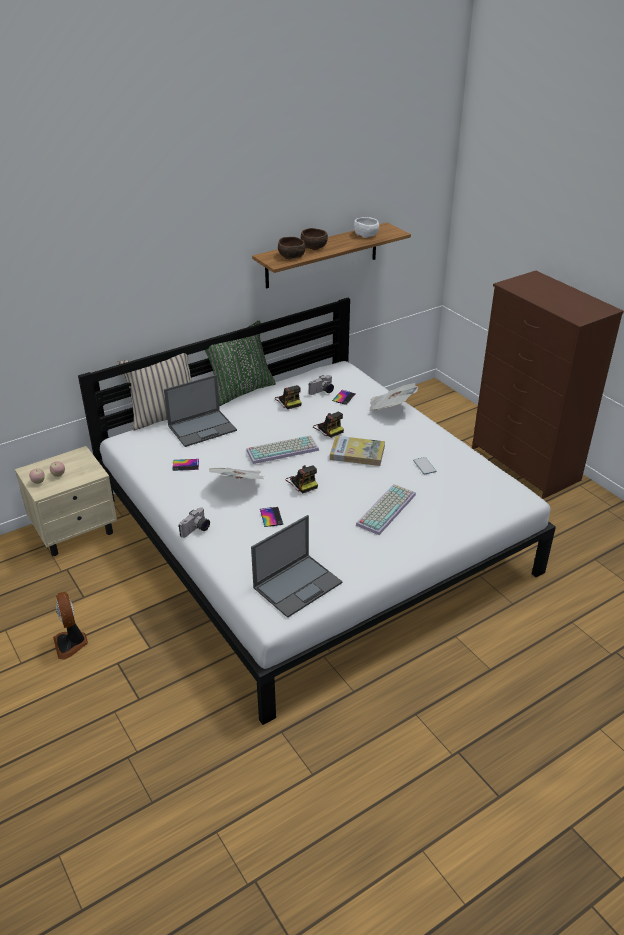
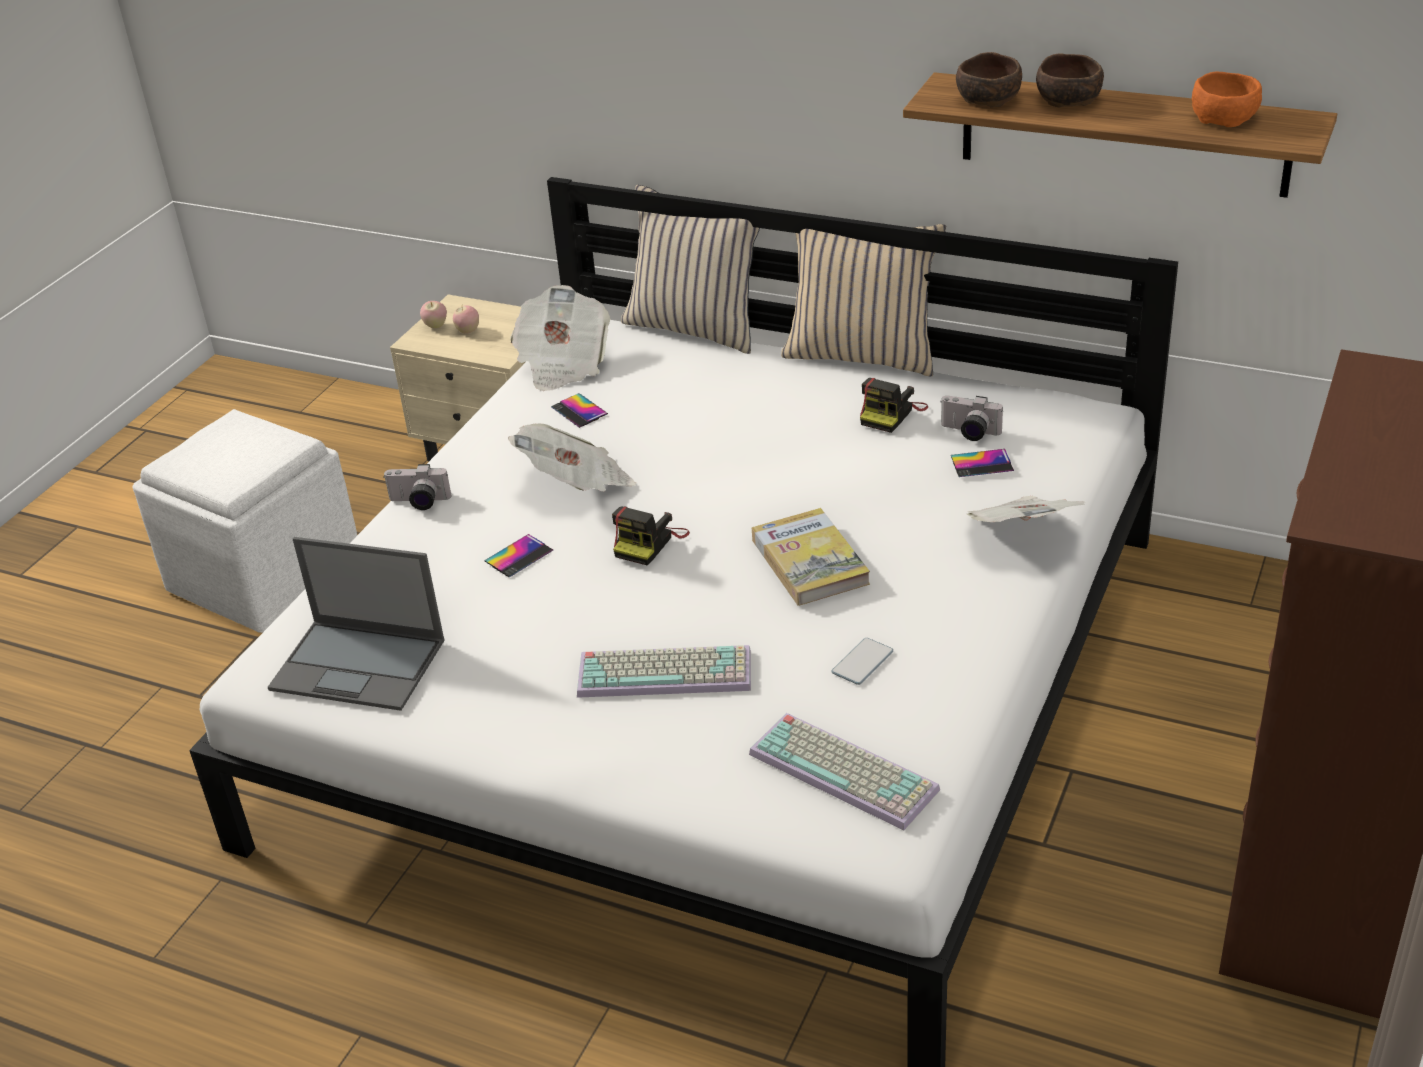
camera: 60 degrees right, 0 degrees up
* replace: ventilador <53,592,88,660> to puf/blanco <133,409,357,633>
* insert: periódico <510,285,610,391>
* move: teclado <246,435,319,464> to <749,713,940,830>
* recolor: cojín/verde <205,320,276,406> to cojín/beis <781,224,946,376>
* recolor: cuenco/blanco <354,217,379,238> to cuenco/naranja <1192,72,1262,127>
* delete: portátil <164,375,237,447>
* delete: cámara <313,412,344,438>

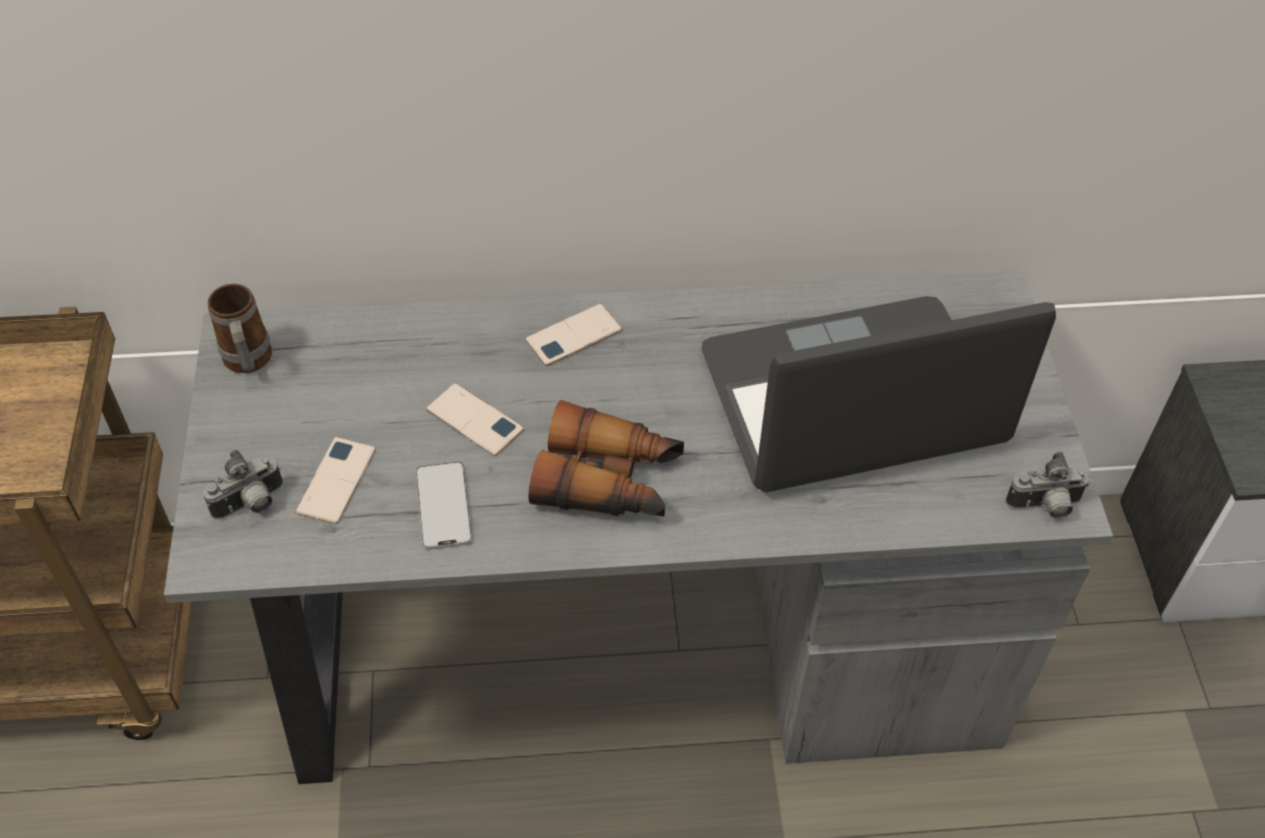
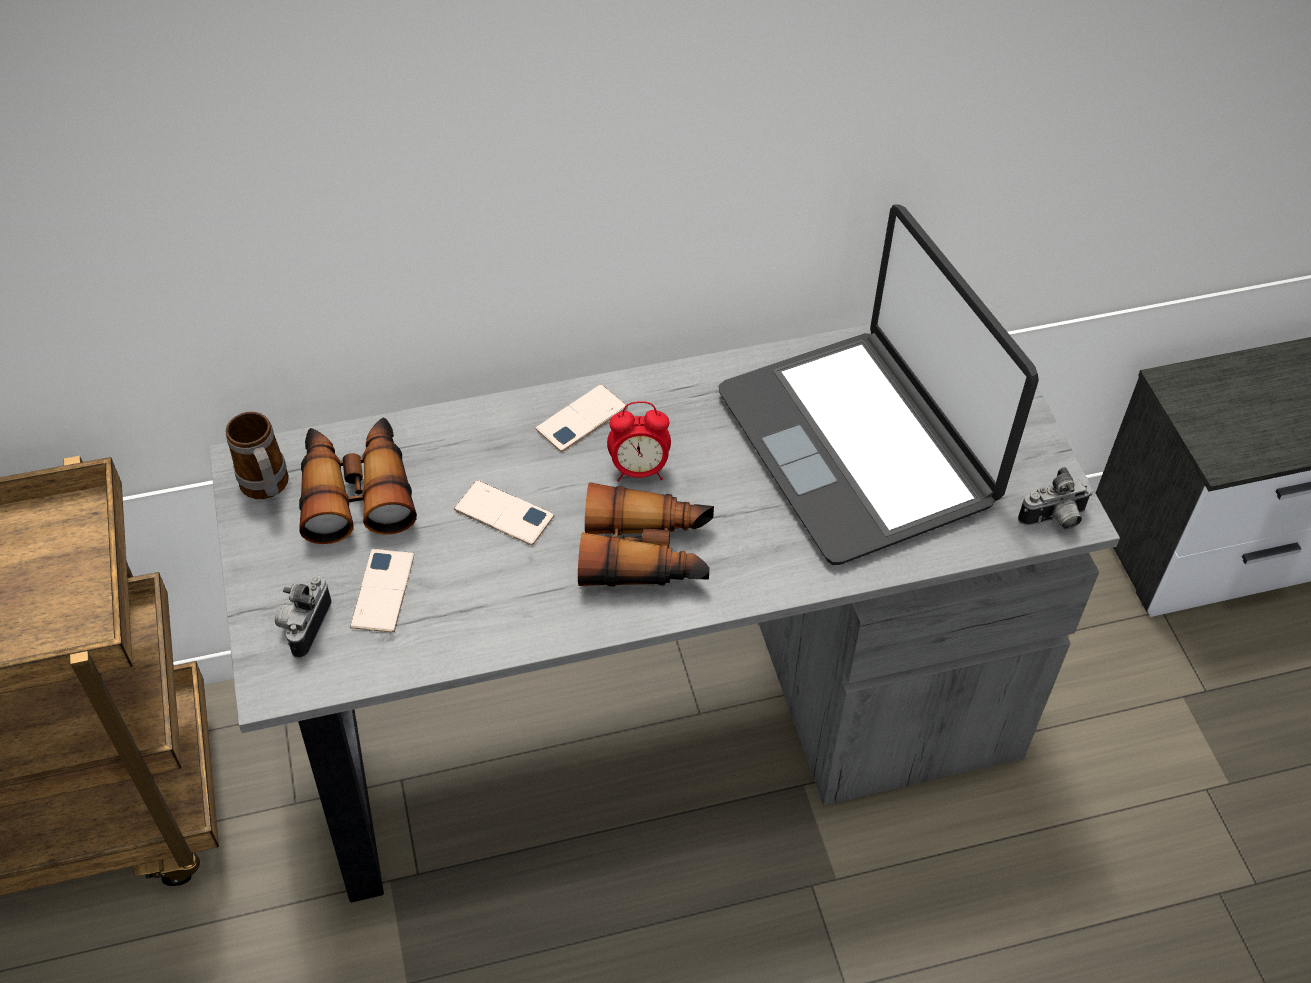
camera: 10 degrees left, 0 degrees up
* rotate: cámara <203,449,283,520> = <275,575,332,658> 150 degrees clockwise
* insert: prismáticos <299,418,417,544>
* insert: despertador <607,401,671,482>
* rotate: portátil <702,296,1056,492> = <719,204,1039,565> 90 degrees counterclockwise
* delete: móvil <416,461,472,550>

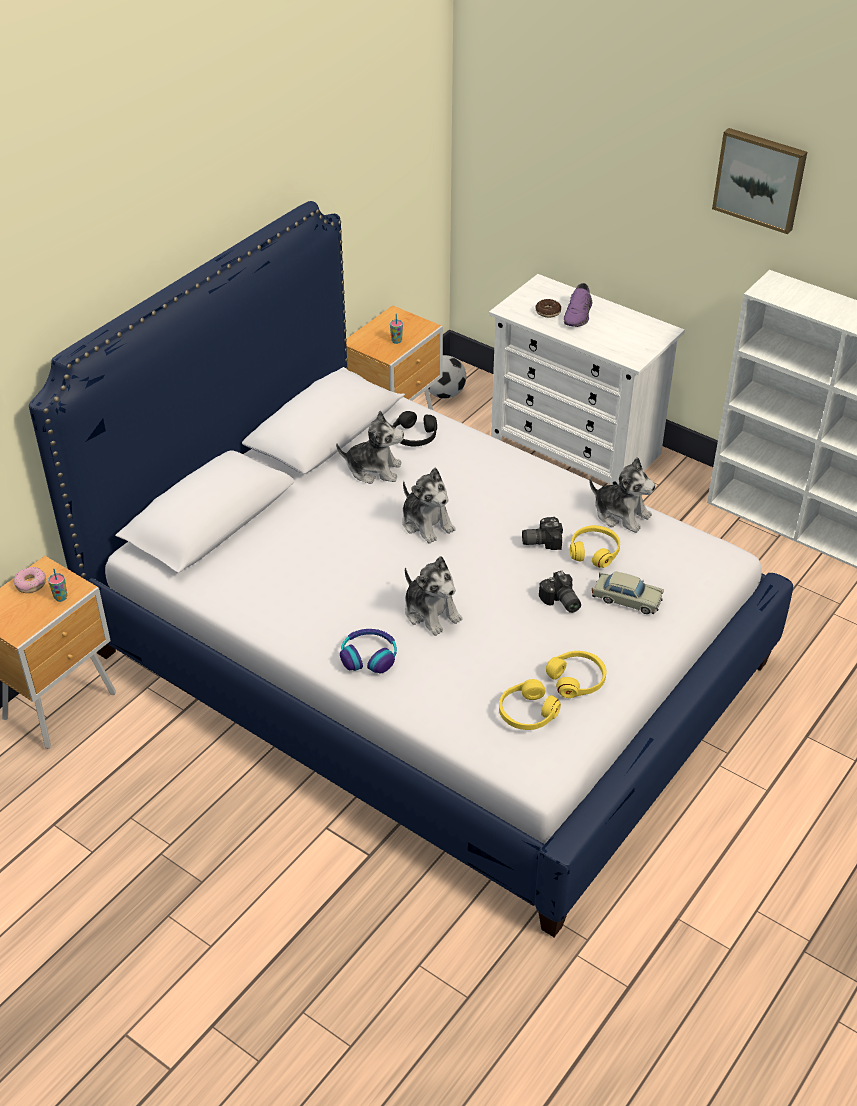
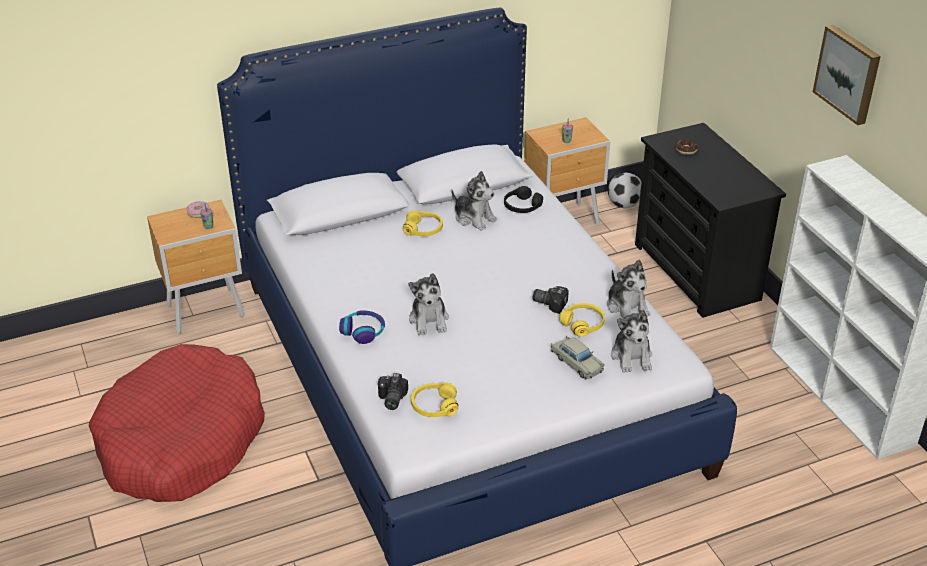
camera: 30 degrees right, 5 degrees down
* insert: cama para perro/rojo <89,344,265,502>
* move: cámara <539,571,581,613> to <378,373,408,410>
* move: auriculares/amarillo <546,651,607,698> to <403,210,443,236>
* move: peluche <402,468,456,544> to <611,310,652,373>
* recolor: cómoda/blanco <489,274,685,485> to cómoda/negro <635,123,786,318>
* delete: zapato/morado <564,283,592,327>

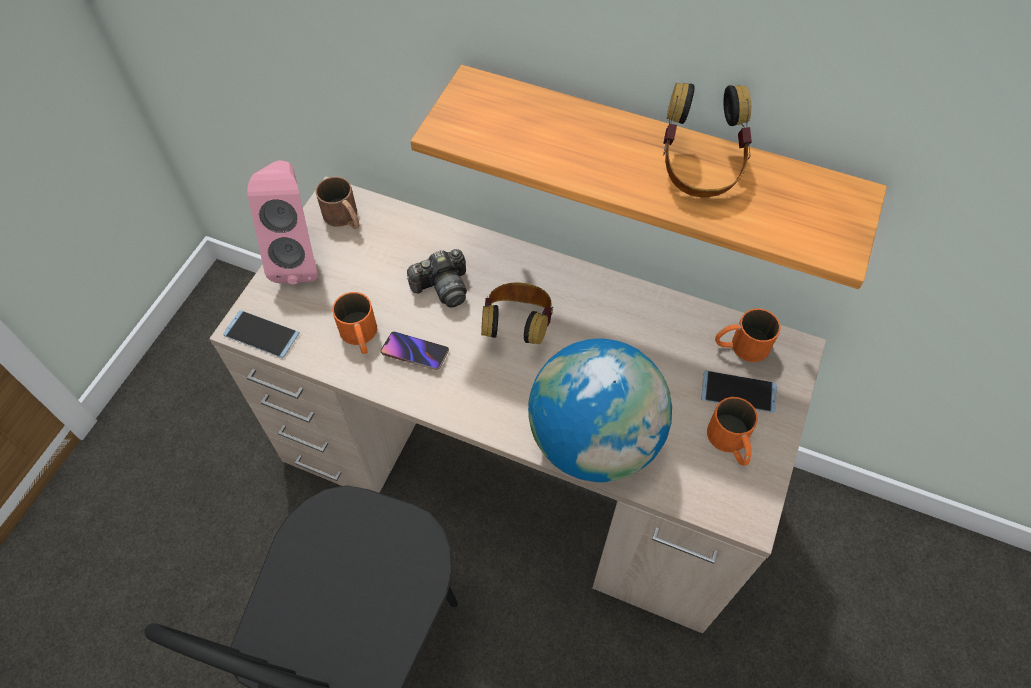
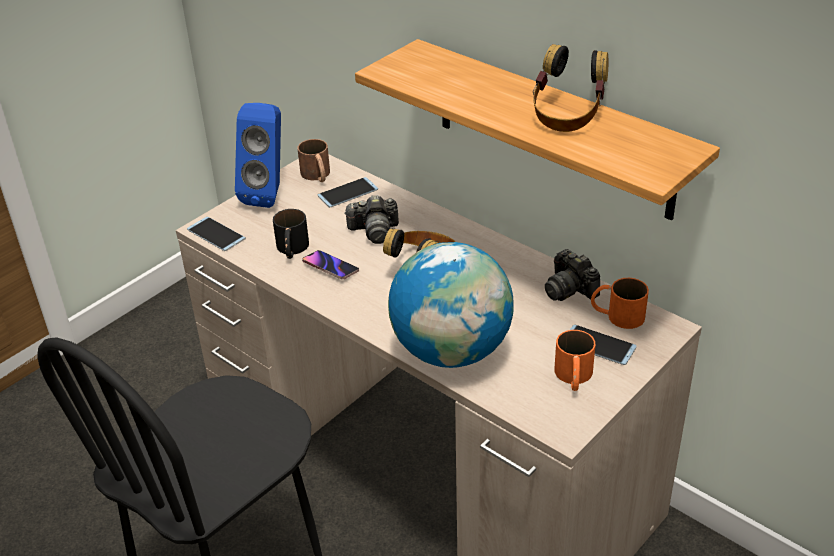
camera: 20 degrees right, 20 degrees down
* recolor: altavoz/rosa <248,160,317,284> to altavoz/azul <235,103,281,208>
* recolor: taza grande/naranja <332,292,377,354> to taza grande/negro <273,209,309,259>
* insert: móvil <318,177,378,208>
* insert: cámara <545,249,600,301>

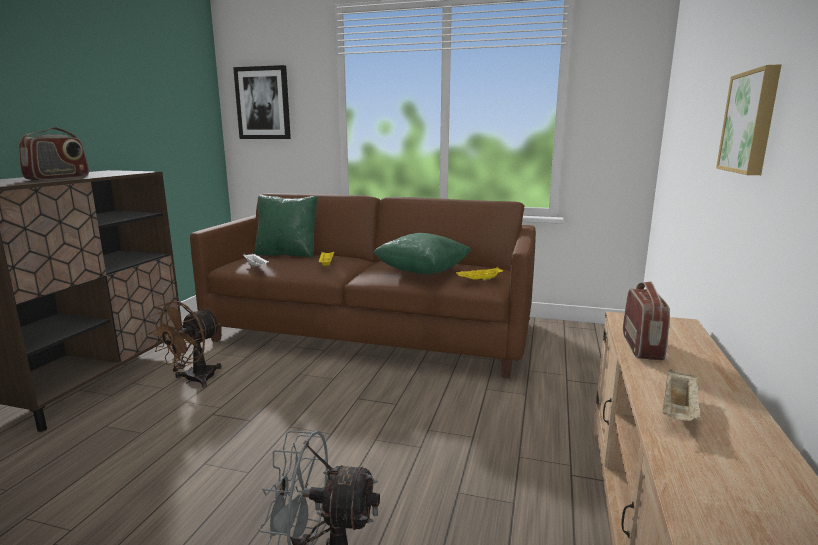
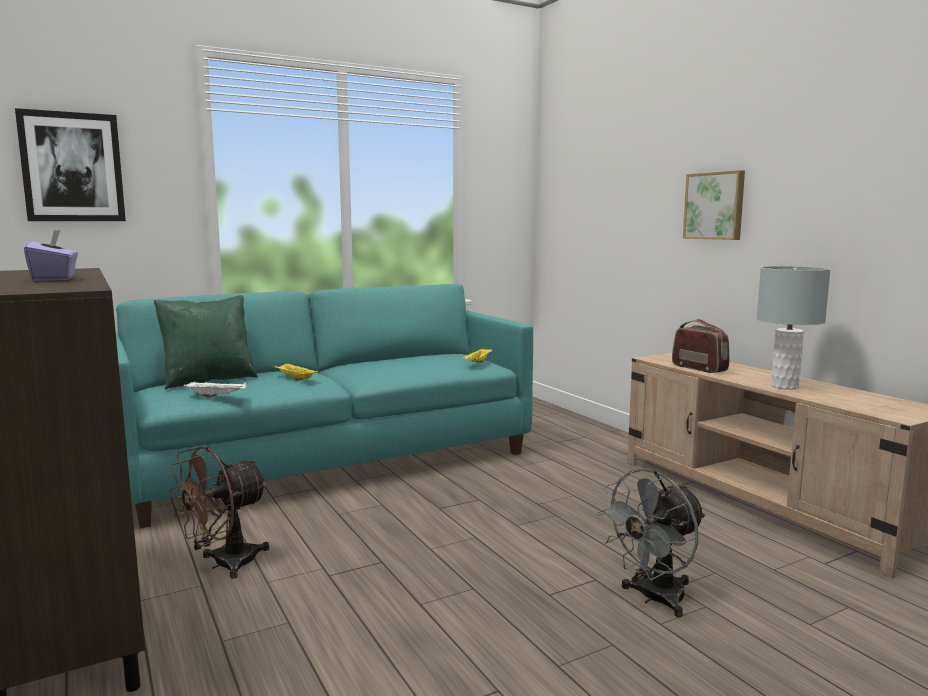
camera: 45 degrees left, 5 degrees down
* replace: radio <19,127,89,180> to caja de pañuelos/morado <24,230,78,281>
* recolor: sofá/marrón <190,193,536,378> to sofá/turquesa <116,284,533,529>
* rotate: ventilador/marrón <148,301,222,388> = <169,446,269,579> 60 degrees clockwise
* replace: bandeja/beis <662,369,701,421> to lámpara de mesa/gris <757,266,831,390>
* delete: cojín/verde <373,233,471,274>

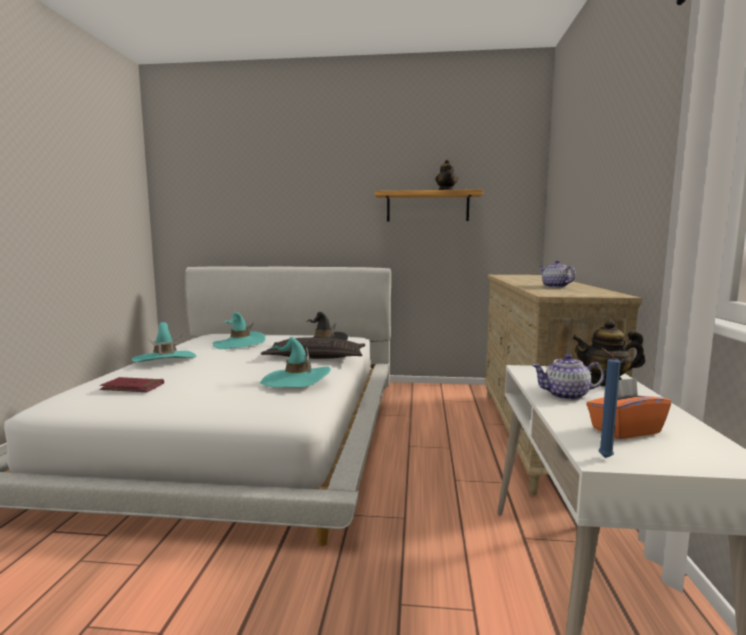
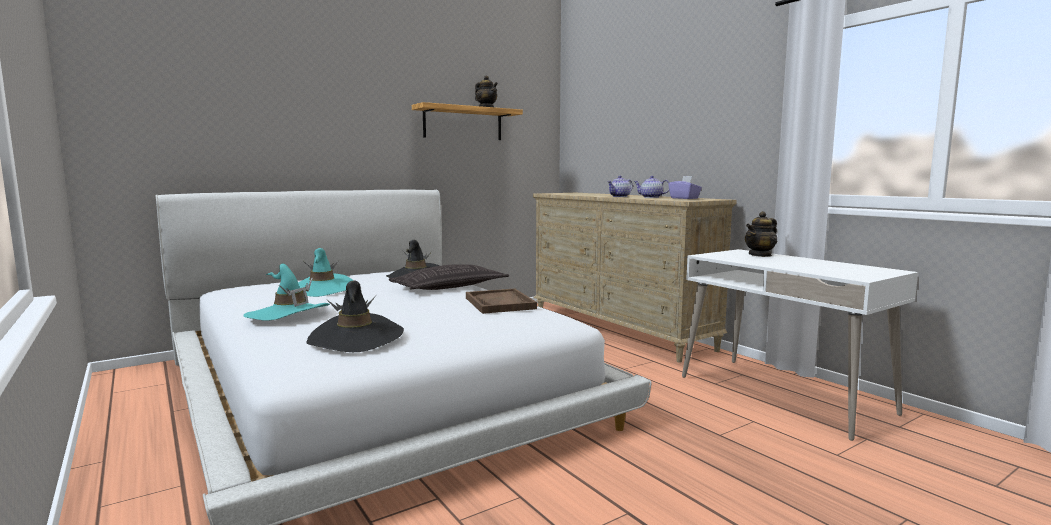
camera: 40 degrees left, 0 degrees up
* replace: libro/rojo <100,377,164,392> to sombrero/negro <307,280,404,352>
* replace: sombrero/turquesa <260,337,331,387> to bandeja/marrón <466,289,537,314>
* move: tetera <532,354,605,400> to <607,176,633,197>
* insert: caja de pañuelos/morado <668,176,702,199>
* delete: caja de pañuelos/naranja <586,378,671,439>
* delete: vela/azul <598,348,620,458>

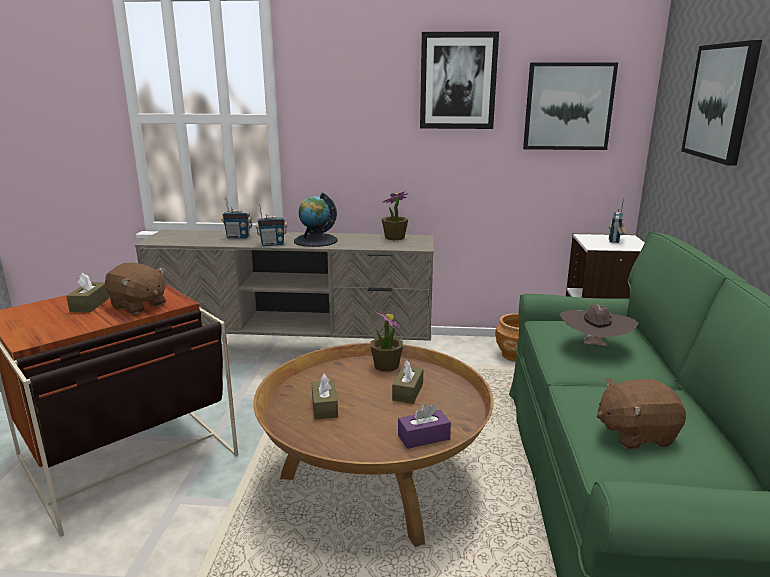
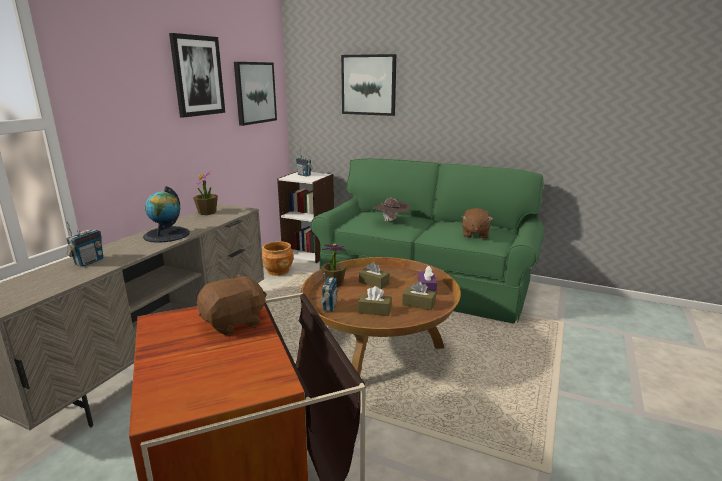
camera: 70 degrees left, 0 degrees up
* move: radio <256,204,287,246> to <319,273,339,312>
* move: caja de pañuelos/marrón <66,273,109,312> to <402,281,436,310>

